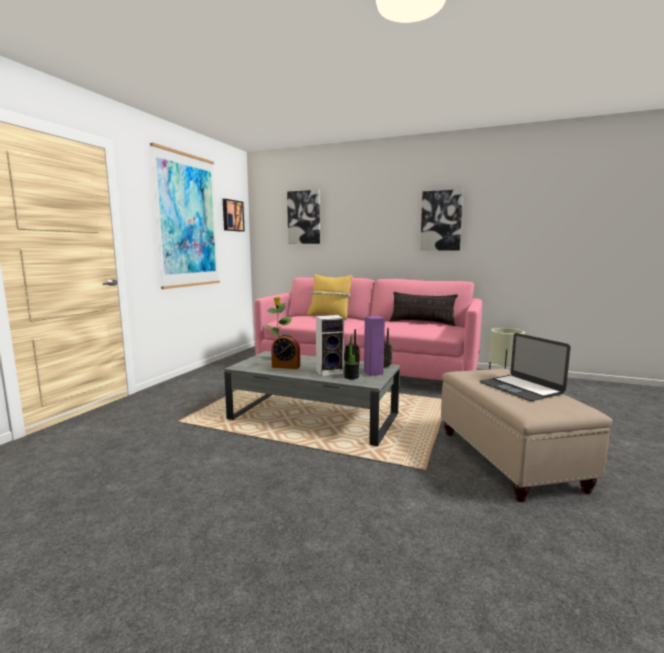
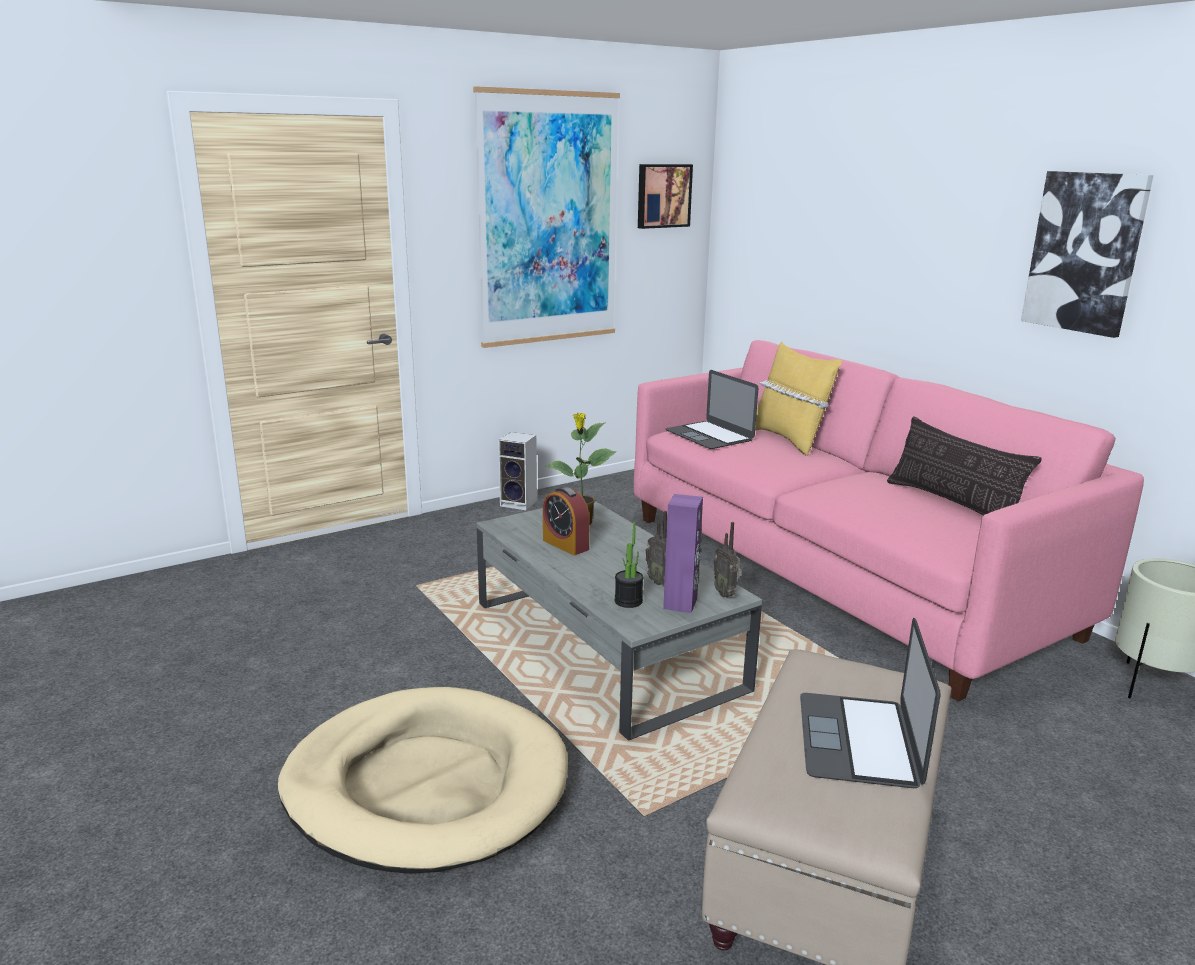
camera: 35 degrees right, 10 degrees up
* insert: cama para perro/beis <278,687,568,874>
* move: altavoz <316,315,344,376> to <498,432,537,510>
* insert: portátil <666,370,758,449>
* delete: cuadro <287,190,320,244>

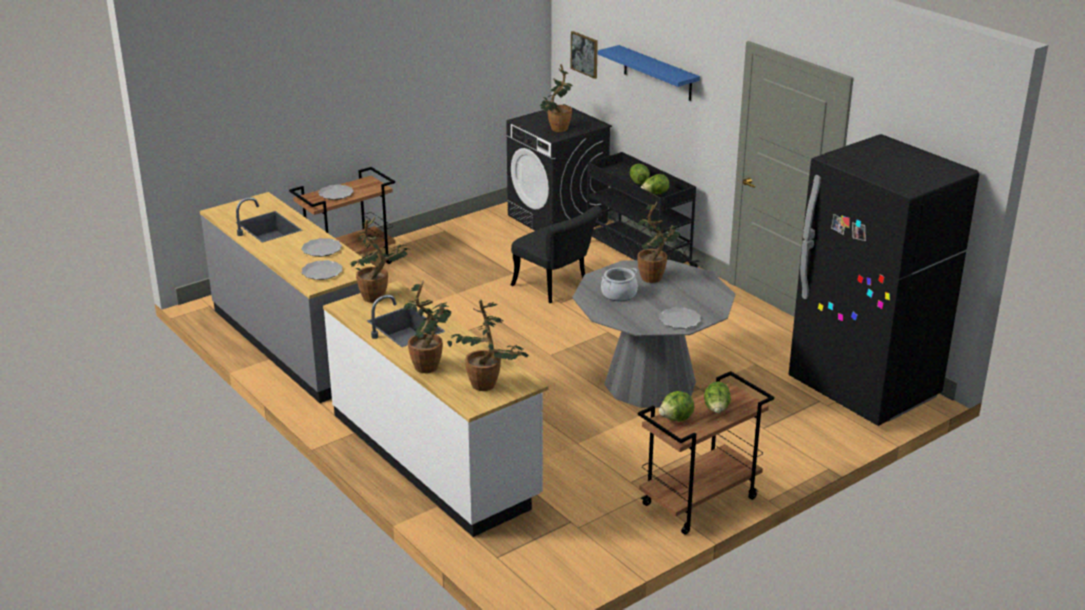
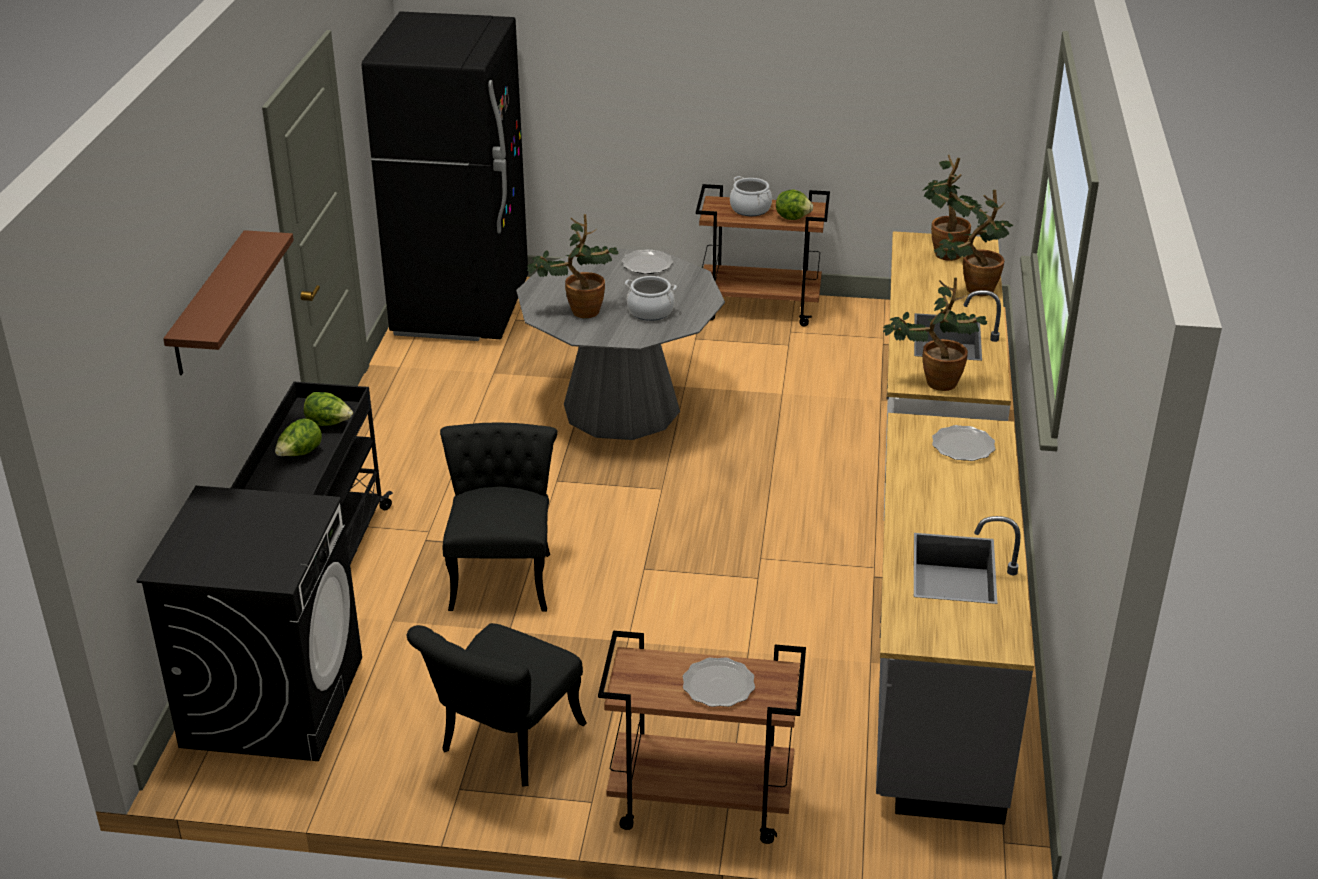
camera: 135 degrees left, 5 degrees up
* recolor: estante/azul <598,45,700,101> to estante/marrón <163,230,294,375>
* insert: silla/negro <407,623,587,787>
* replace: lechuga <704,382,731,413> to olla <730,176,772,216>
* delete: plato <301,238,342,257>
* delete: planta en maceta <540,64,574,132>
* delete: cuadro <571,31,598,79>

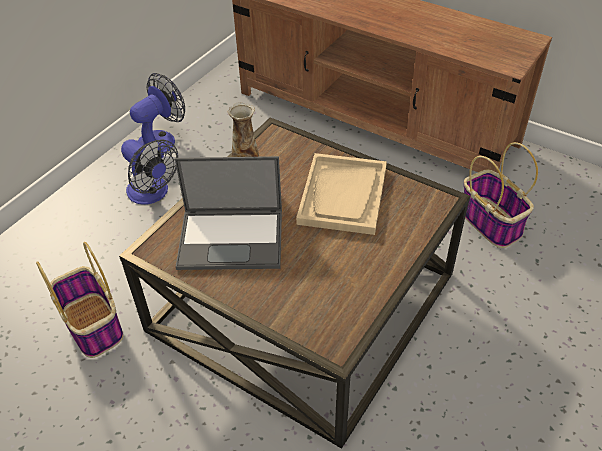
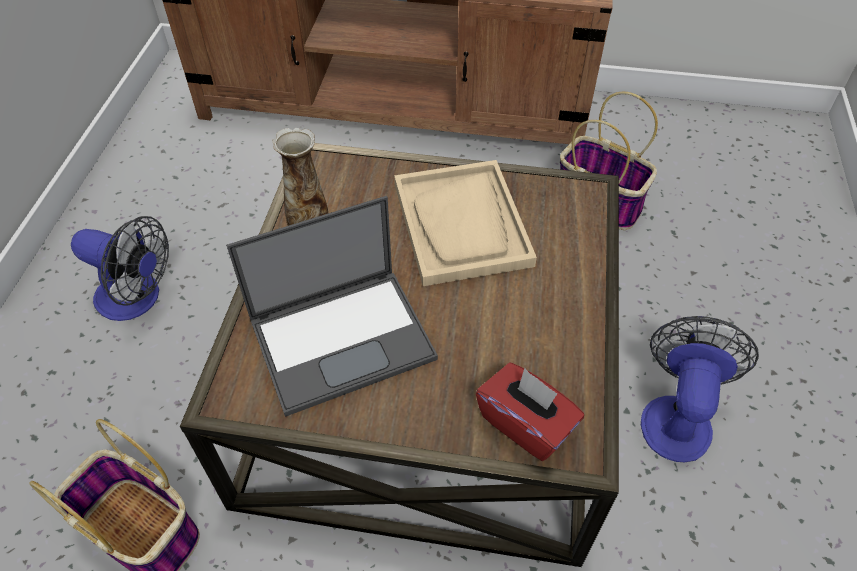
camera: 25 degrees left, 5 degrees up
* insert: caja de pañuelos/rojo <476,363,584,461>
* move: ventilador <130,73,185,152> to <641,316,759,462>

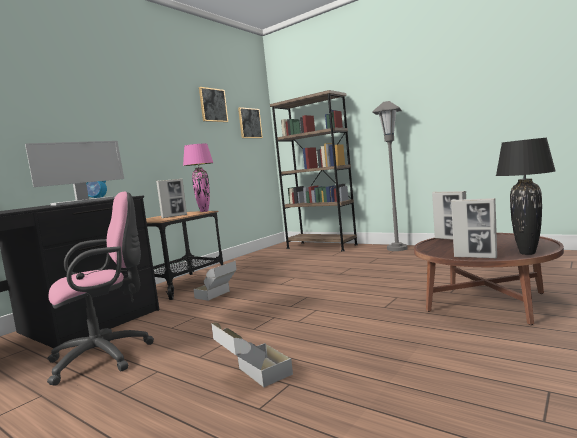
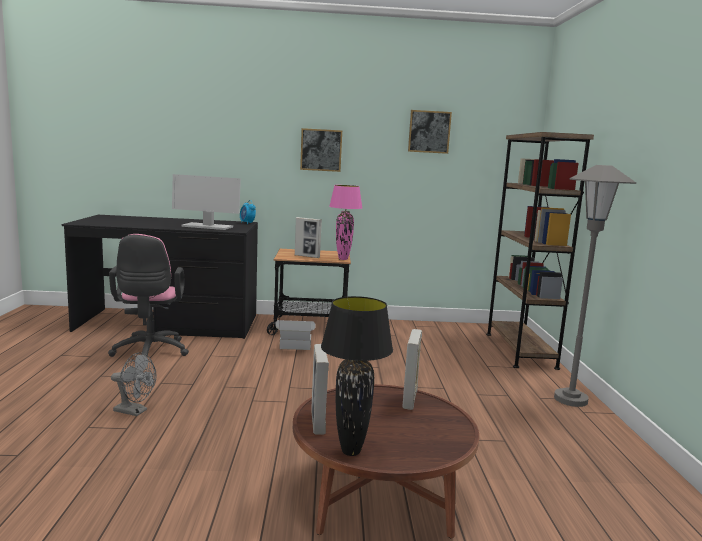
camera: 50 degrees right, 5 degrees up
* rotate: silla de oficina/rosa <47,192,154,386> = <108,234,189,357> 60 degrees clockwise
* replace: caja de cartón <211,322,293,387> to ventilador/gris <111,352,156,416>
* move: cuadro <238,107,263,138> to <300,128,342,172>

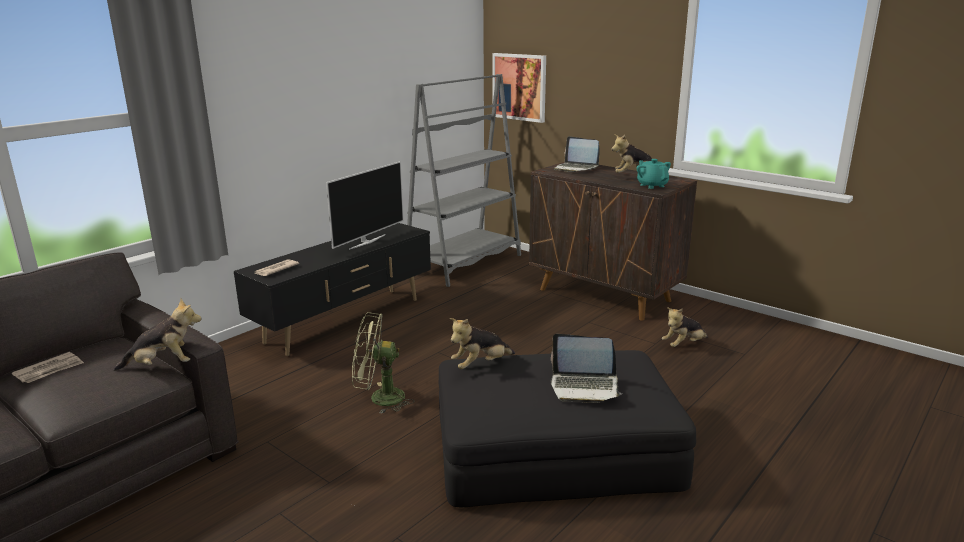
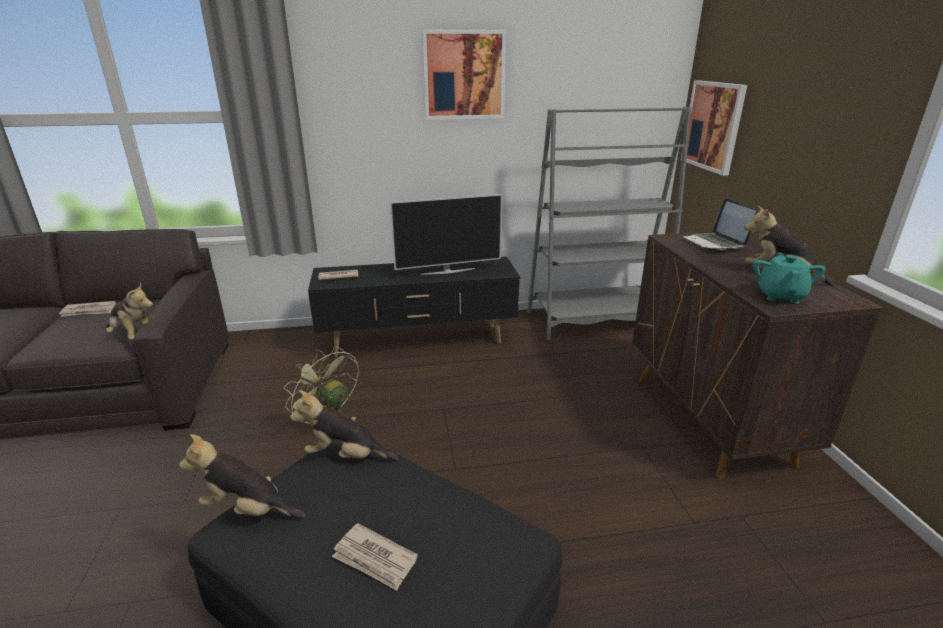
camera: 40 degrees right, 5 degrees up
* move: peluche <662,307,708,347> to <179,434,306,518>
* replace: portátil <550,334,622,403> to periódico <332,523,418,591>
* insert: cuadro <422,29,506,120>

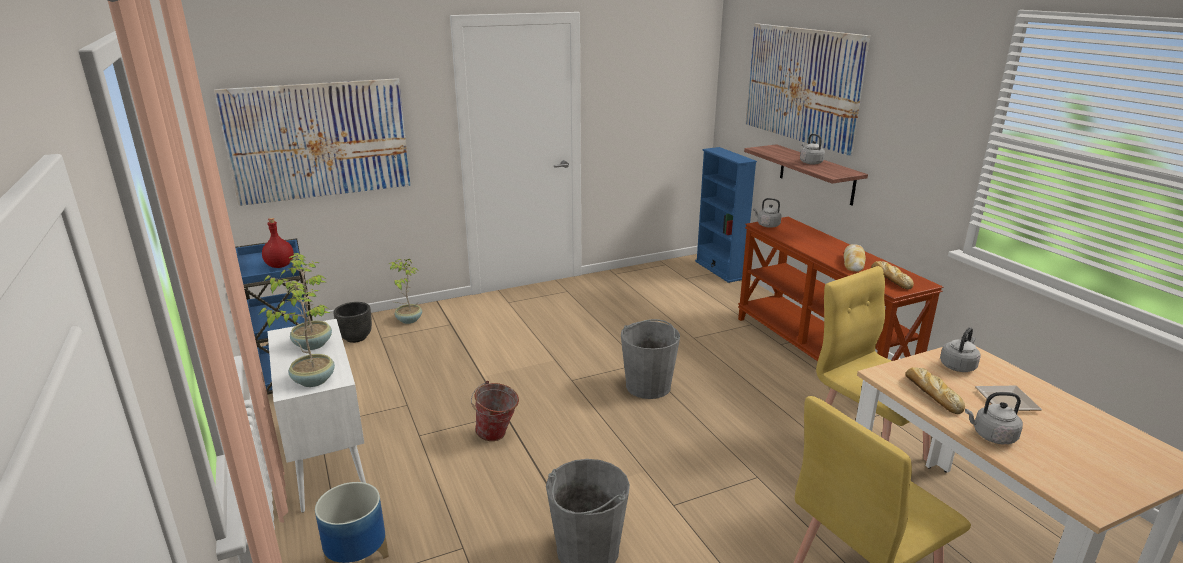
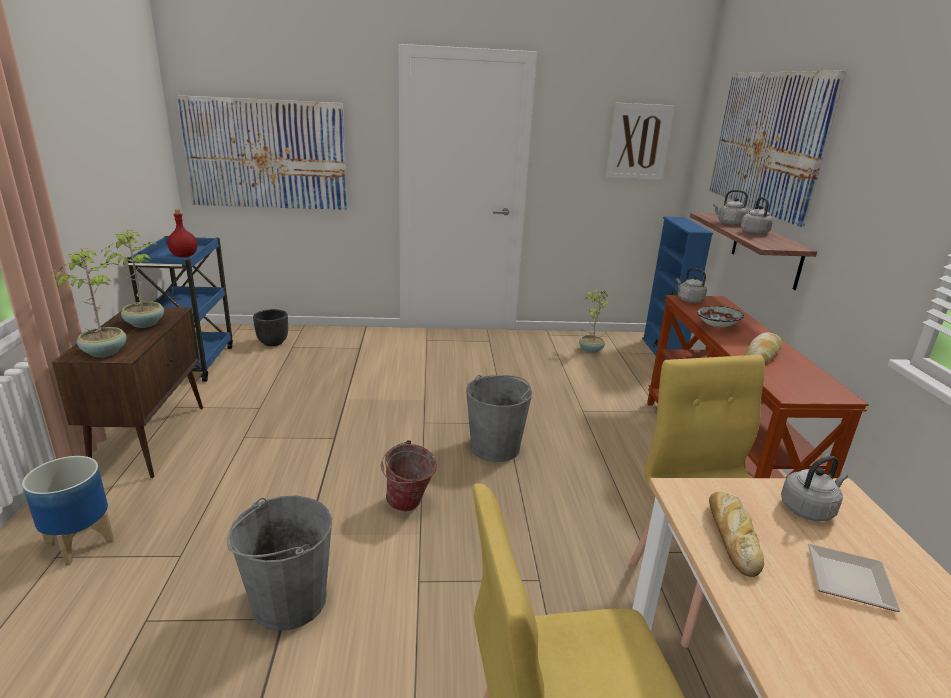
camera: 20 degrees right, 0 degrees up
* recolor: armario/blanco <267,319,366,513> to armario/marrón <52,307,203,478>
* move: cubo <471,381,519,441> to <381,440,437,511>
* move: planta en maceta <389,259,422,324> to <579,290,610,353>
* insert: cuadro <605,103,674,180>
* insert: cuenco <697,306,744,328>
* move: hervidor/gris <965,392,1023,444> to <713,190,748,225>
* delete: pan <871,261,914,290>

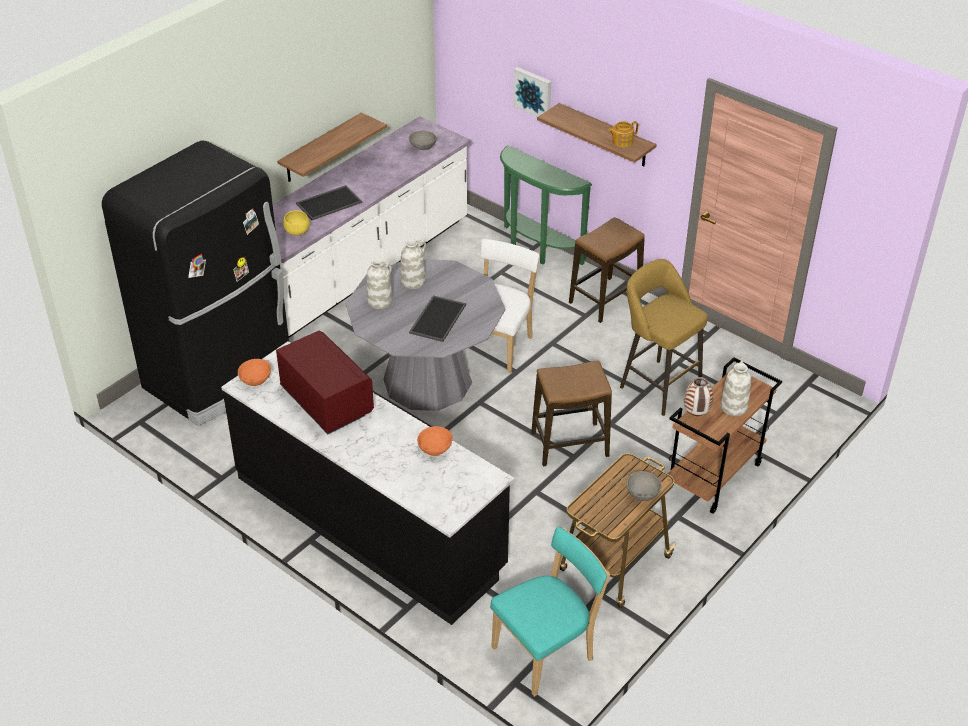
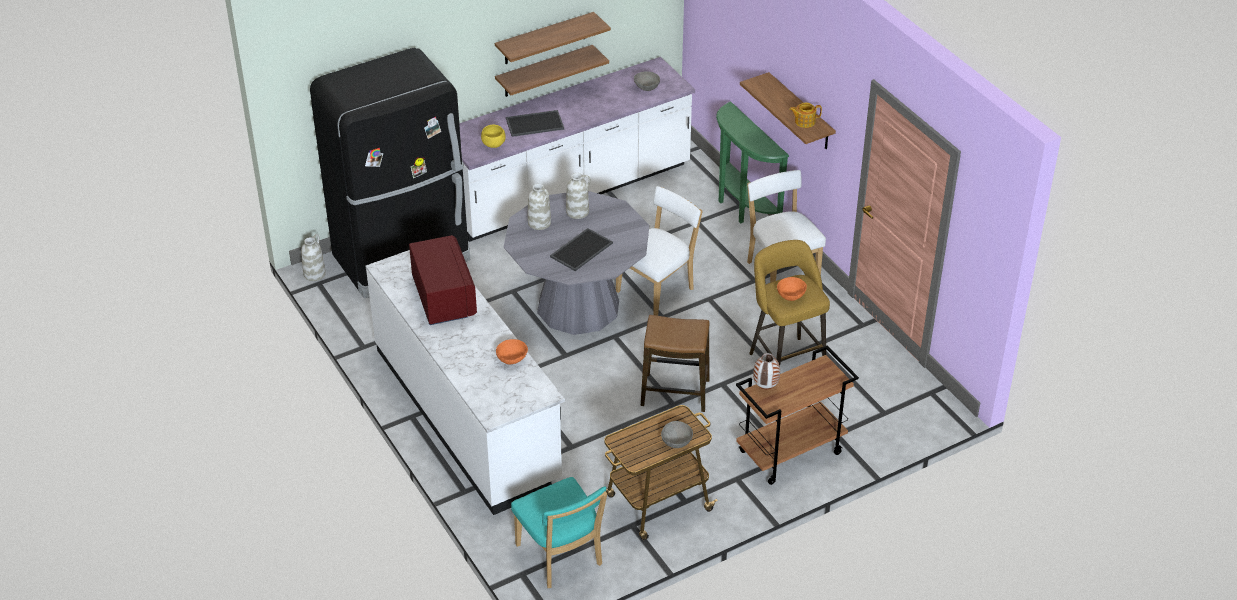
camera: 20 degrees right, 0 degrees up
* move: florero/blanco <721,358,751,416> to <301,234,326,281>
* recolor: mueble bajo de cocina/negro <221,341,515,625> to mueble bajo de cocina/blanco <366,250,565,515>
* insert: estante <495,12,611,64>
* rotate: silla/turquesa <490,527,610,697> = <511,477,608,588> 75 degrees clockwise
* replace: taburete <569,217,645,323> to silla/blanco <747,170,826,283>
* move: cuenco/naranja <238,359,271,386> to <777,277,807,301>
* delete: cuadro <513,67,551,117>

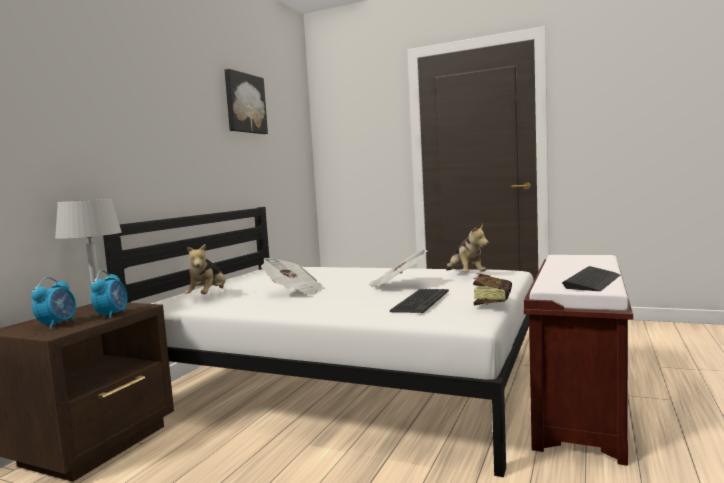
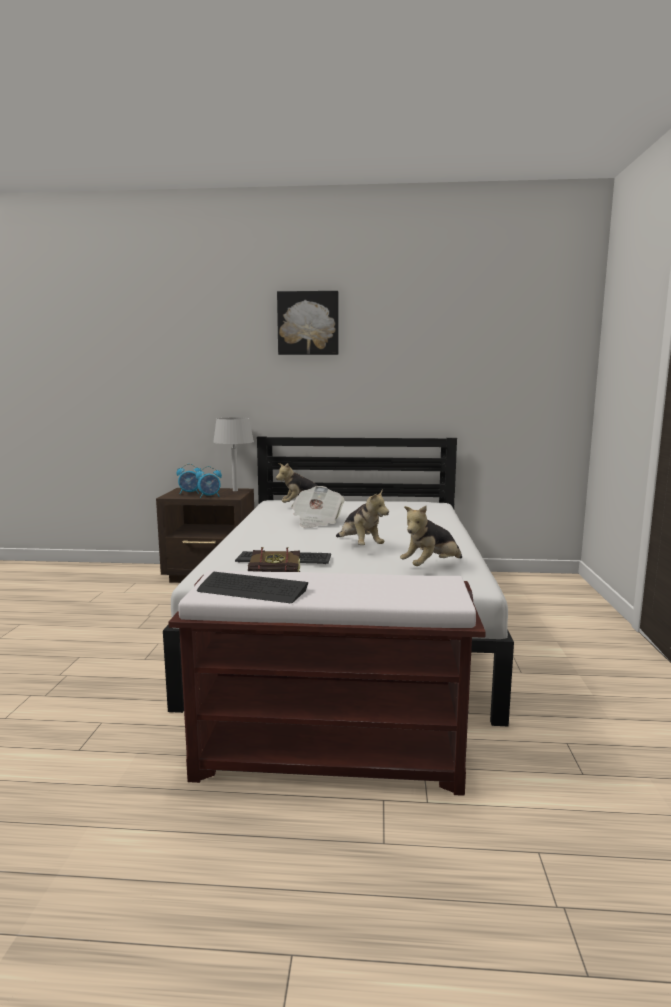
camera: 70 degrees right, 5 degrees up
* move: cuadro <225,69,268,134> to <277,291,339,355>
* replace: periódico <369,250,427,287> to peluche <336,489,389,545>

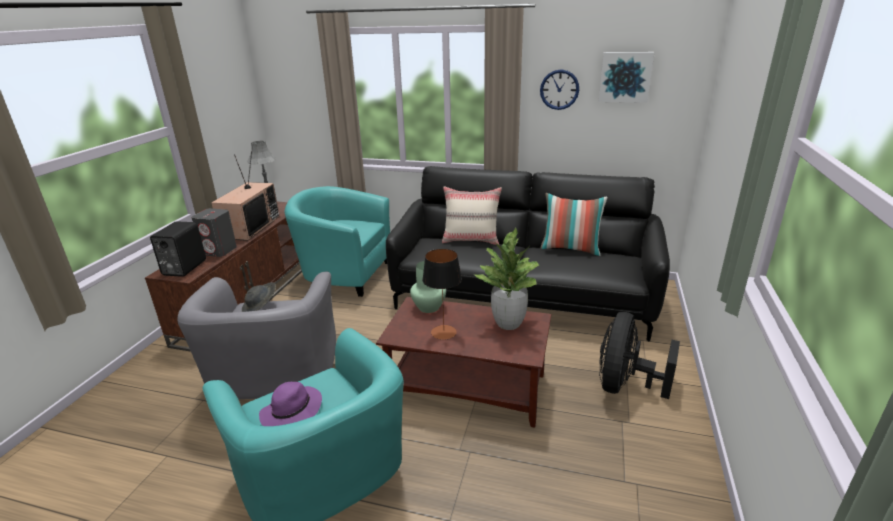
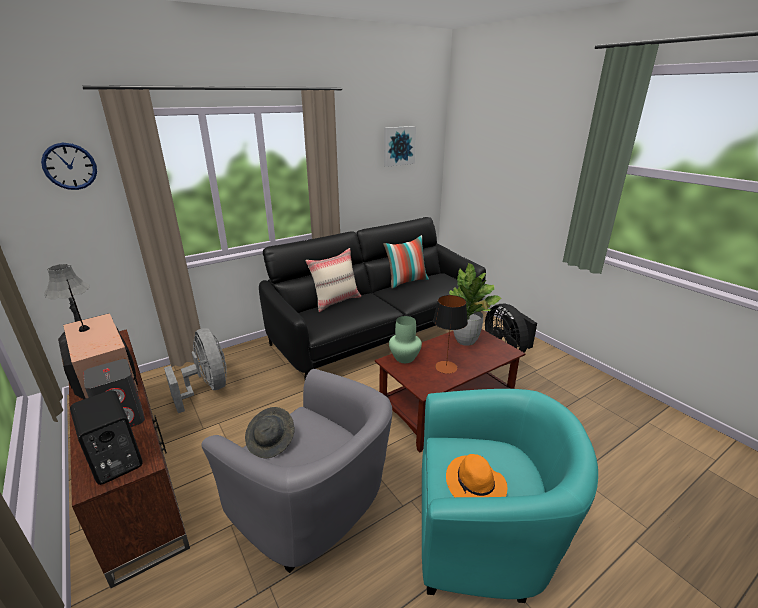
camera: 50 degrees left, 0 degrees up
* move: reloj de pared <540,69,579,110> to <41,143,97,190>
* replace: sillón/turquesa <285,186,390,297> to ventilador/gris <164,328,227,413>
* recolor: sombrero/morado <259,382,322,426> to sombrero/naranja <446,454,508,497>

